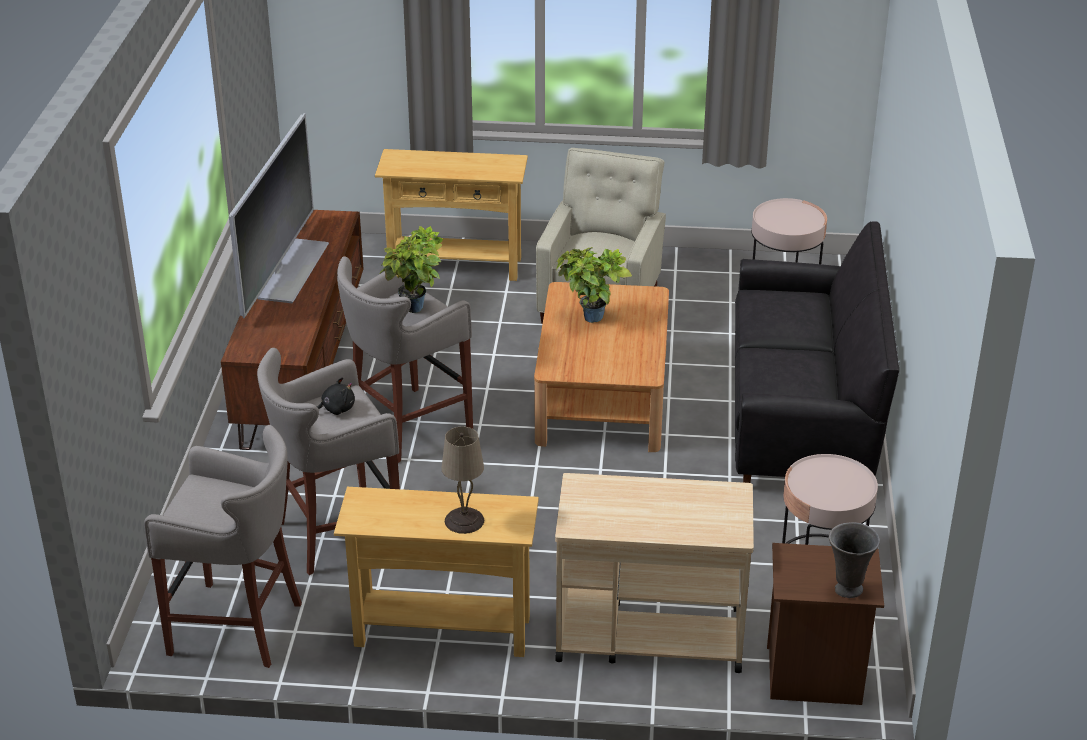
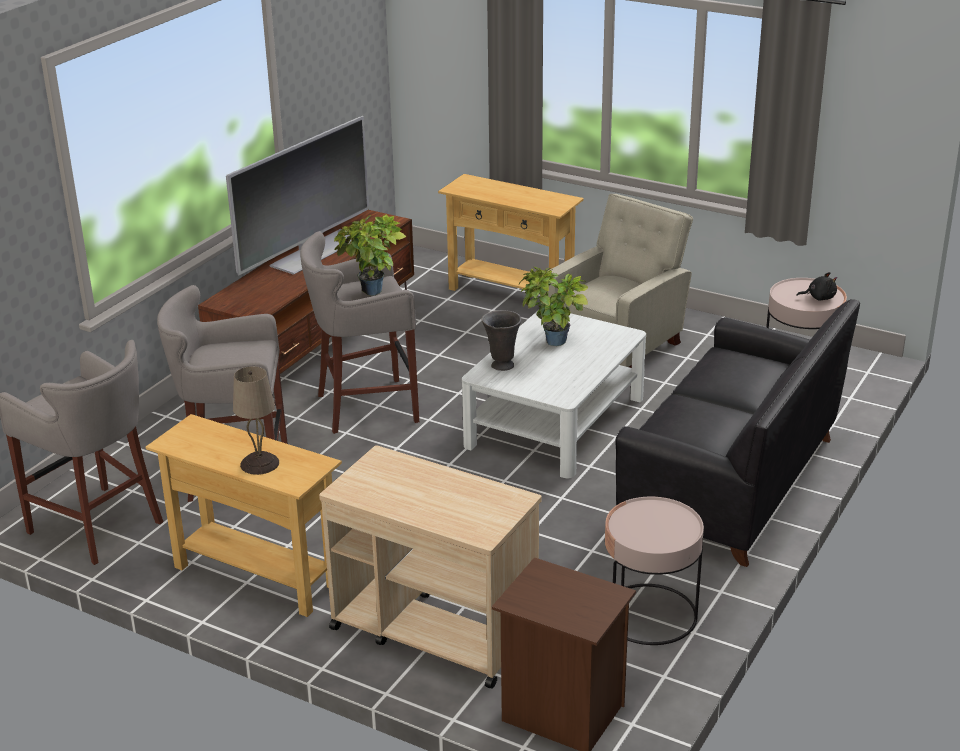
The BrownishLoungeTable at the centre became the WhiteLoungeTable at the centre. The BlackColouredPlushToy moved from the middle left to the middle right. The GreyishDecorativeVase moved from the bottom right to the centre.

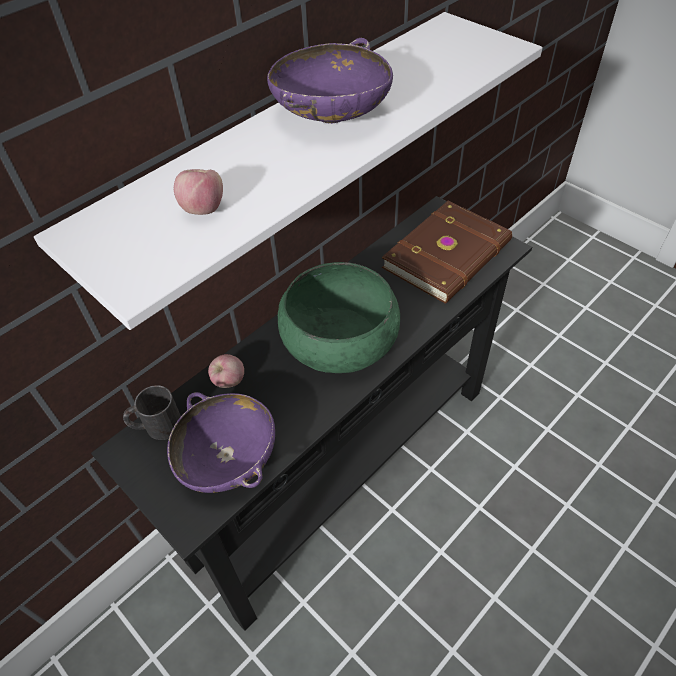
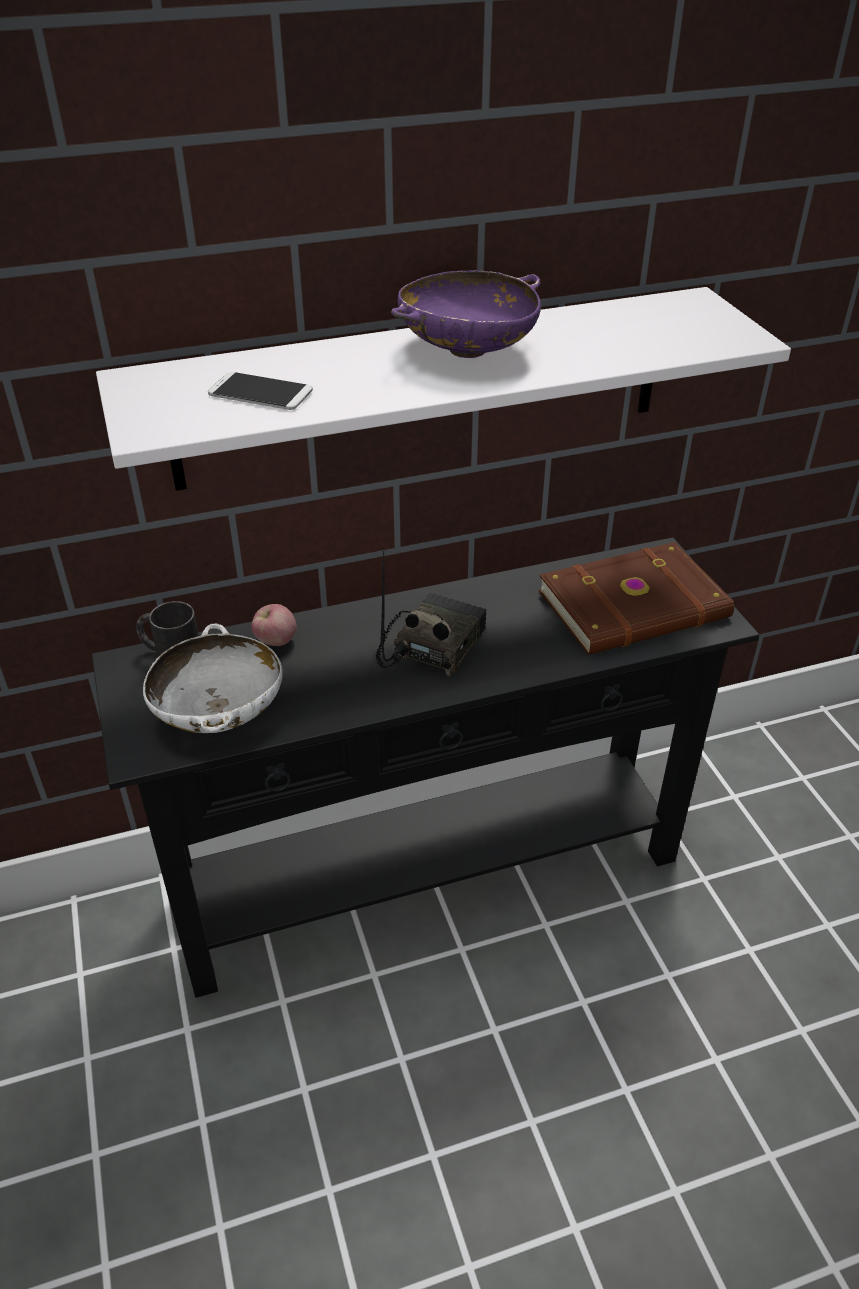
The Apple (no. 1 from left) at the top left was replaced by the Phone at the top left. The GreenServingBowl at the centre was replaced by the Radio at the centre. The PurpleColouredServingBowl (no. 1 from left) at the middle left became the WhiteServingBowl at the middle left.

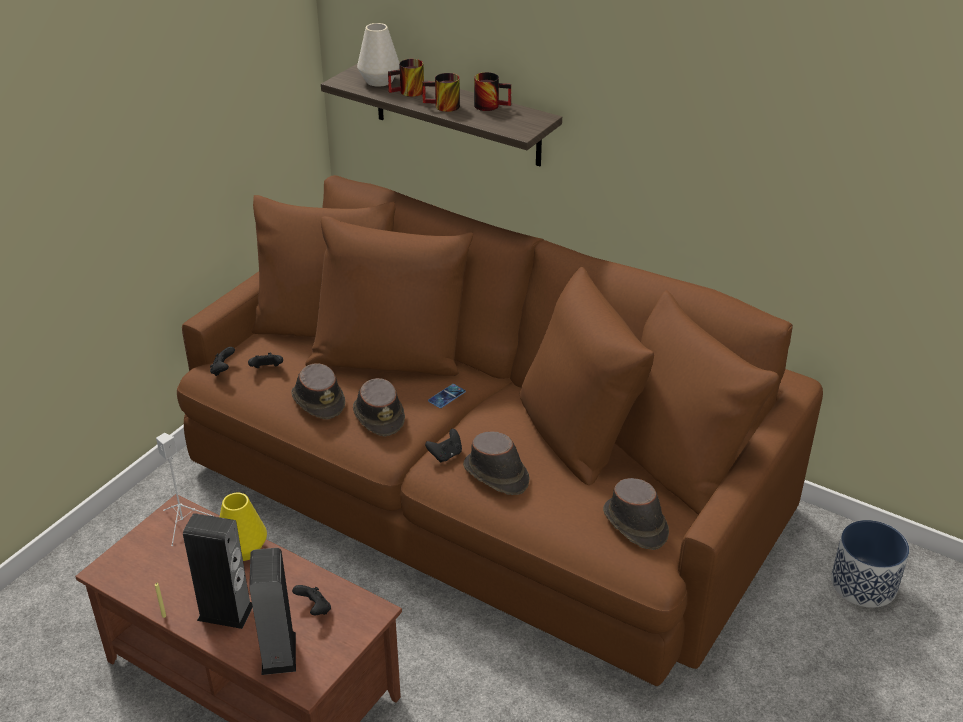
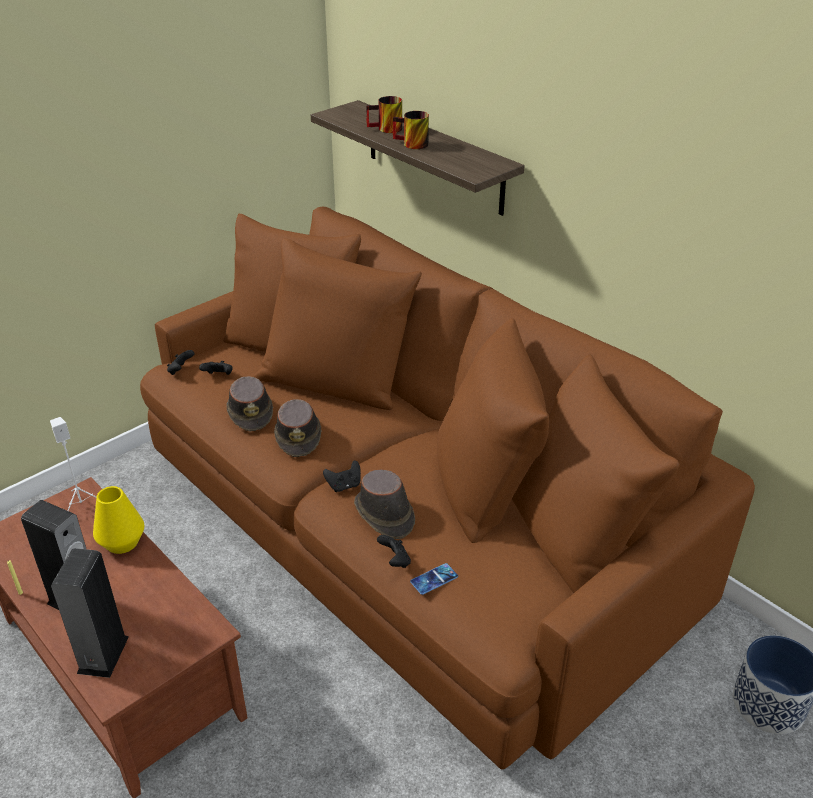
The WhiteDecorativeVase at the top centre disappeared. The Mug (no. 3 from left) at the top centre disappeared. The Phone moved from the centre to the bottom centre. The BrownishClothingHat (no. 4 from left) at the bottom centre disappeared. The BlackColouredGameController (no. 3 from left in the first image) moved from the bottom left to the bottom centre.

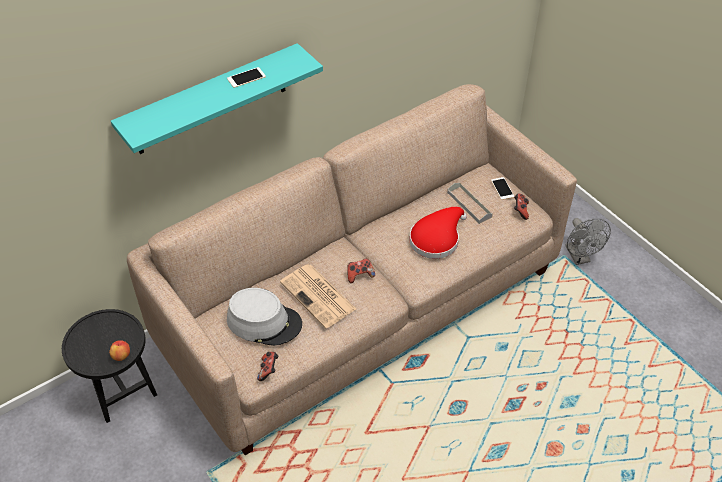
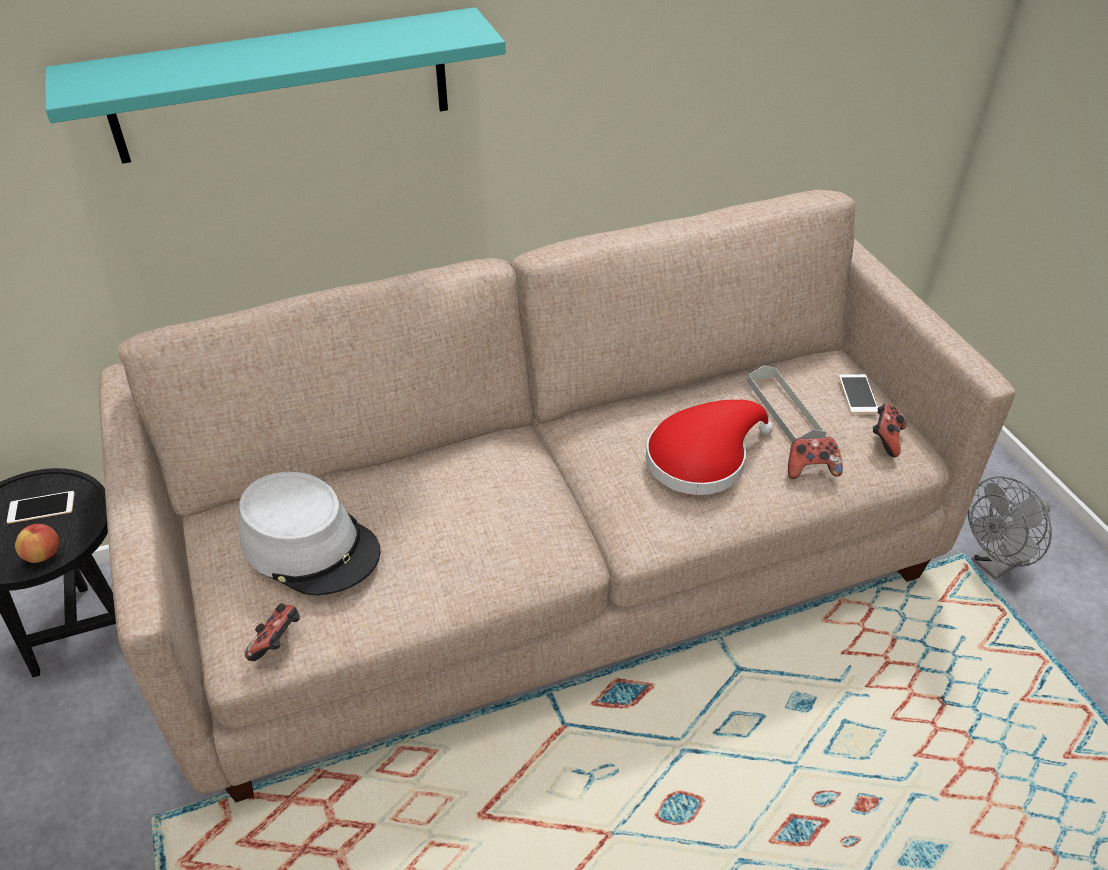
The Phone (no. 1 from left) moved from the top centre to the middle left. The GreyishFan at the middle right turned 60 degrees clockwise. The GameController (no. 2 from left) moved from the centre to the middle right. The Newspaper at the centre disappeared.

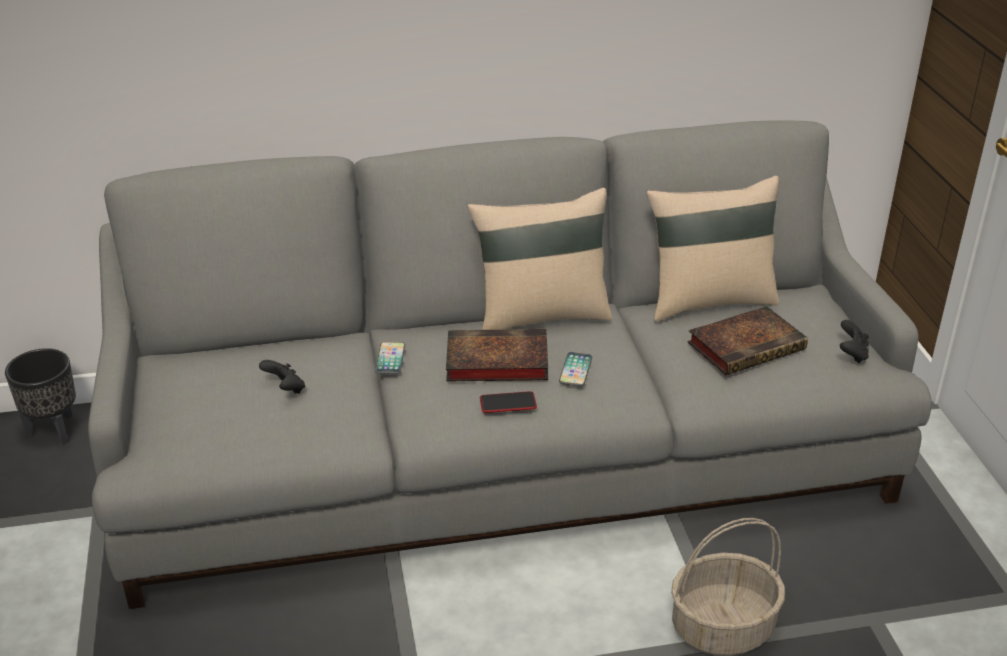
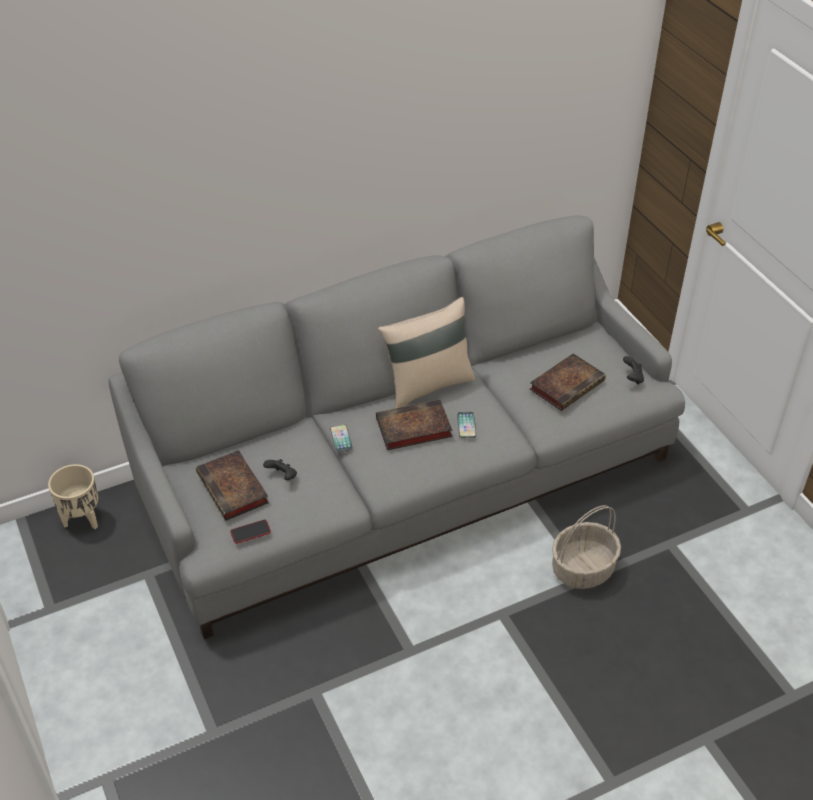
The BeigeCushion (no. 2 from left) at the middle right disappeared. The BlackColouredFlowerPot at the middle left became the BeigeFlowerPot at the middle left. The Phone (no. 2 from left in the first image) moved from the centre to the middle left. The Book (no. 1 from left) at the middle left appeared.

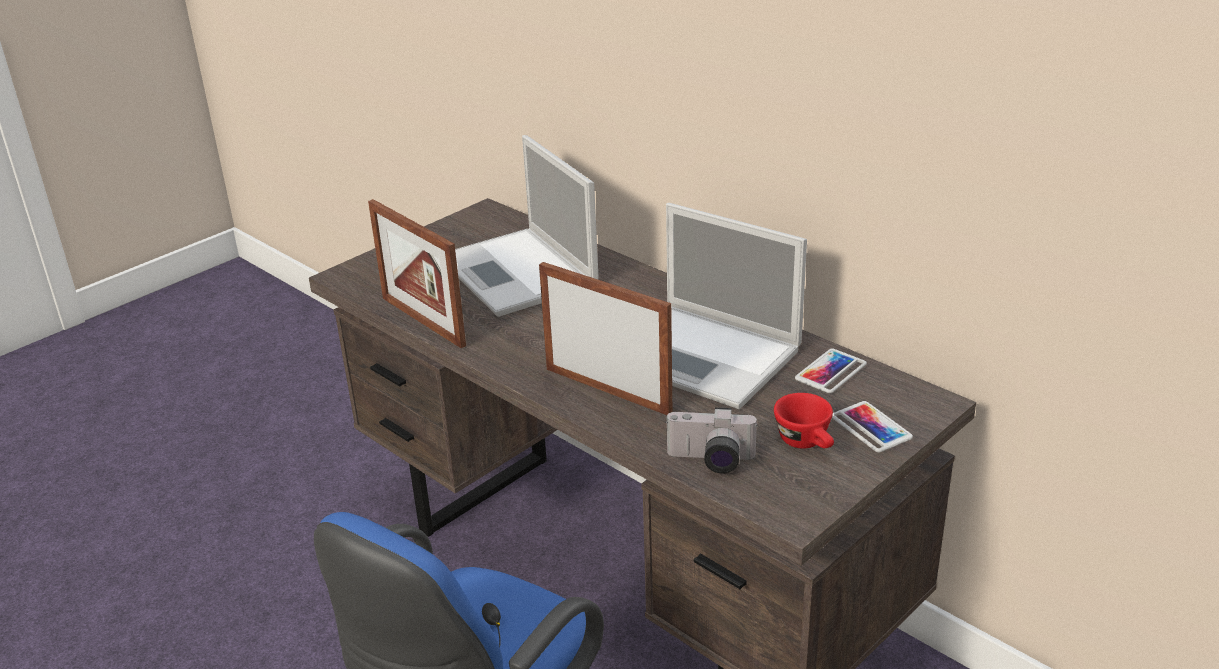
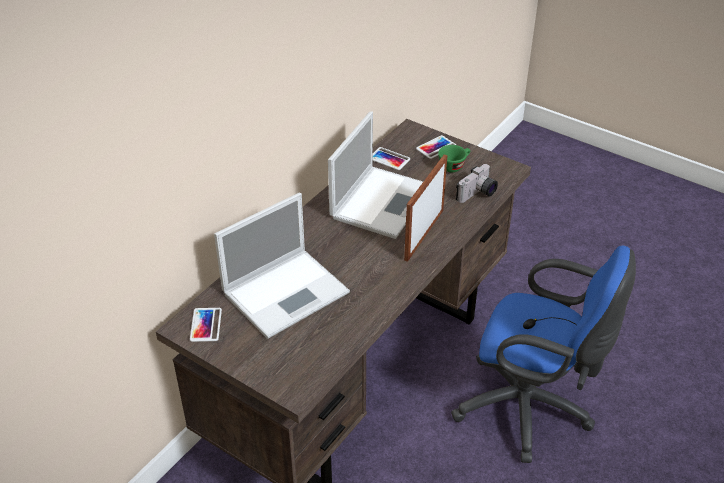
The PhotoFrame (no. 1 from left) at the centre disappeared. The RedColouredDrinkingCup at the centre became the GreenDrinkingCup at the top centre. The StillCamera at the centre turned 45 degrees clockwise. The Phone (no. 1 from left) at the bottom left appeared.

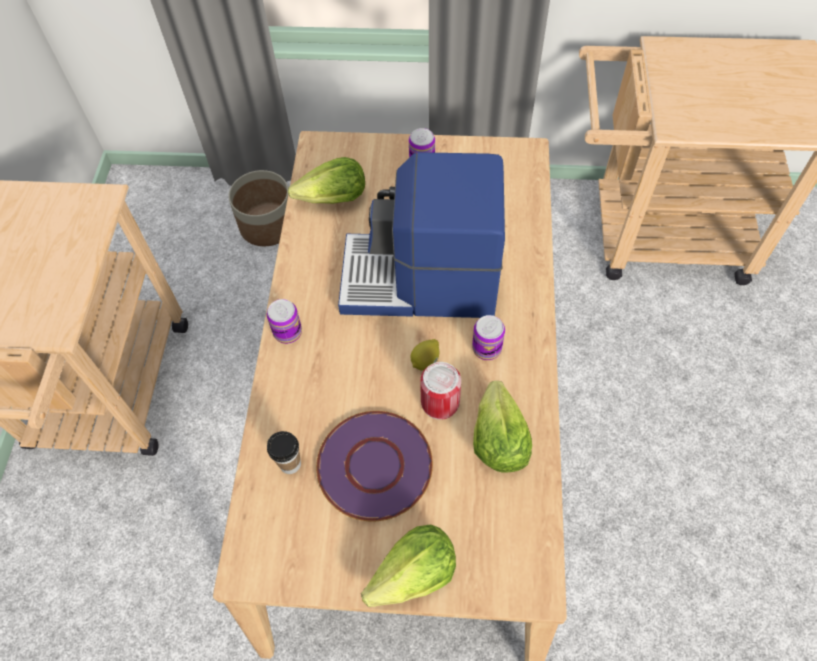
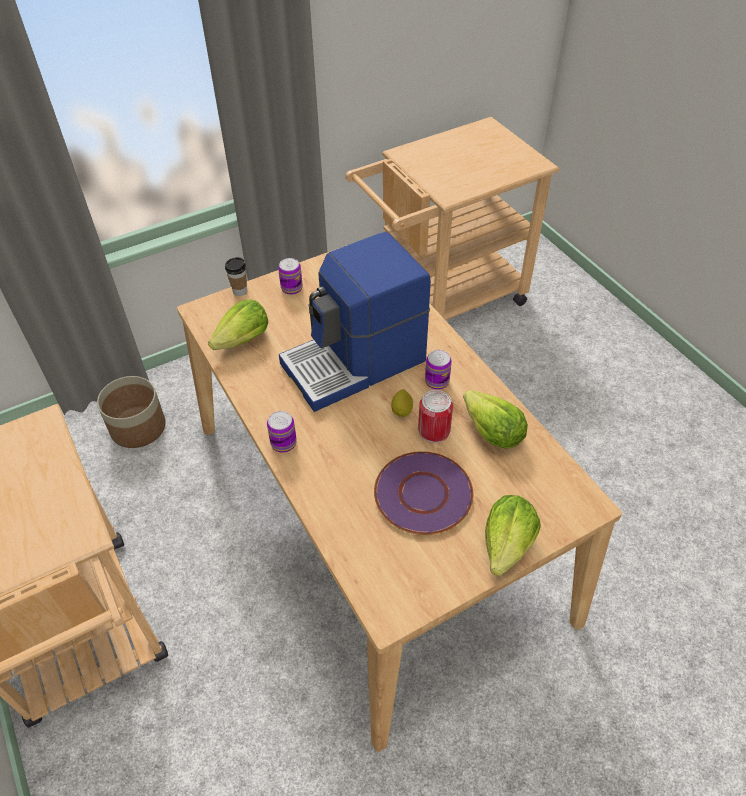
The DrinkingCup moved from the bottom centre to the middle left.

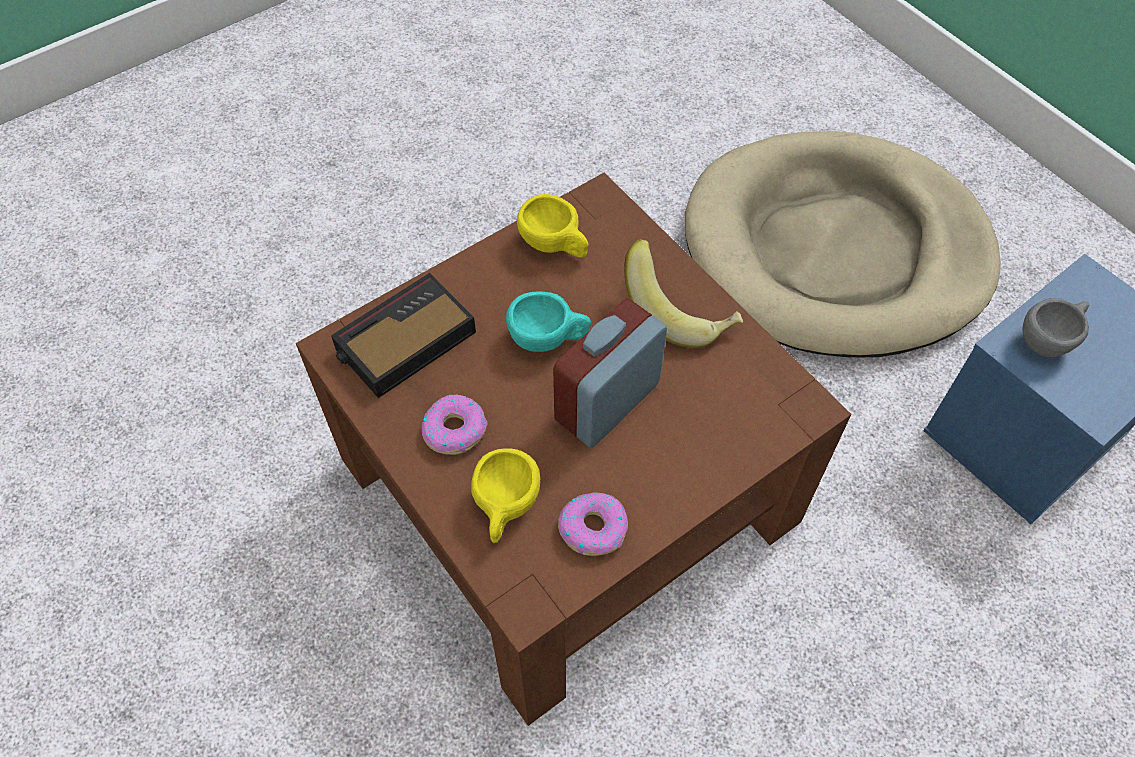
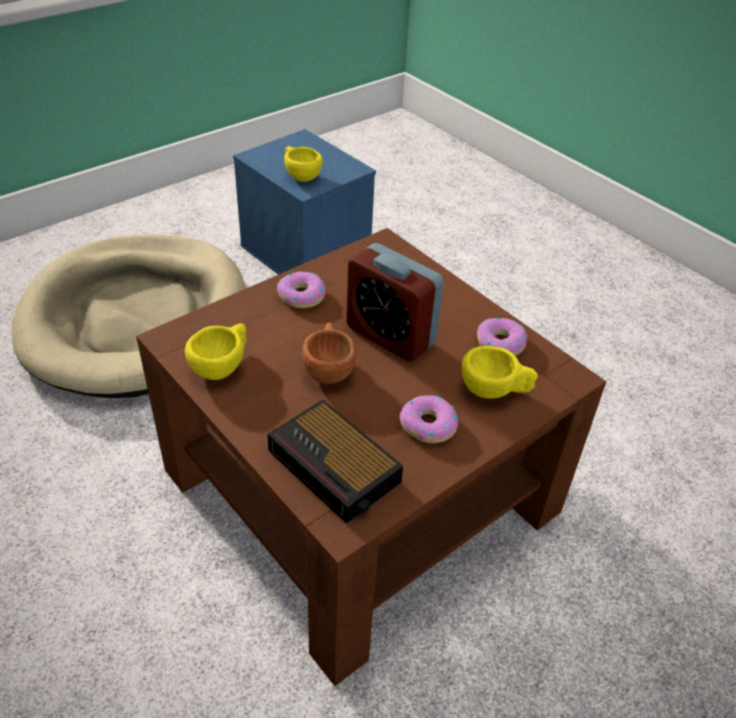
The WholeBanana at the centre was replaced by the RingDoughnut (no. 1 from left) at the centre. The TurquoiseColouredDrinkingCup at the centre became the BrownishDrinkingCup at the centre. The GreyishDrinkingCup at the middle right became the YellowDrinkingCup (no. 2 from left) at the top centre.

